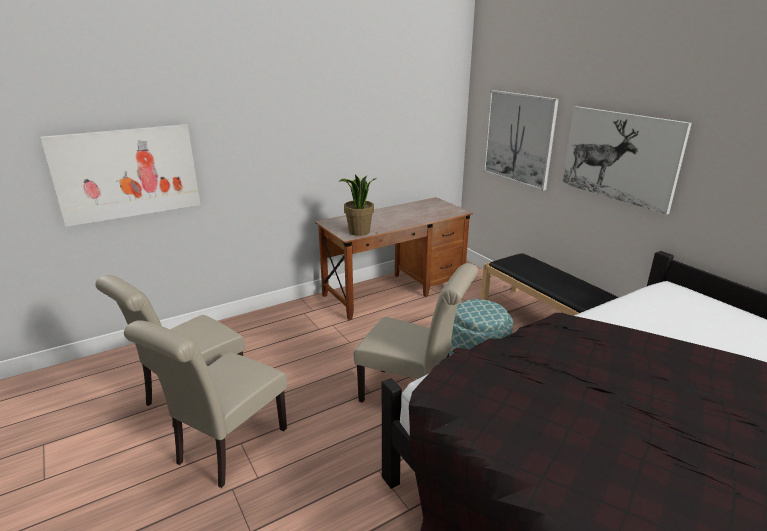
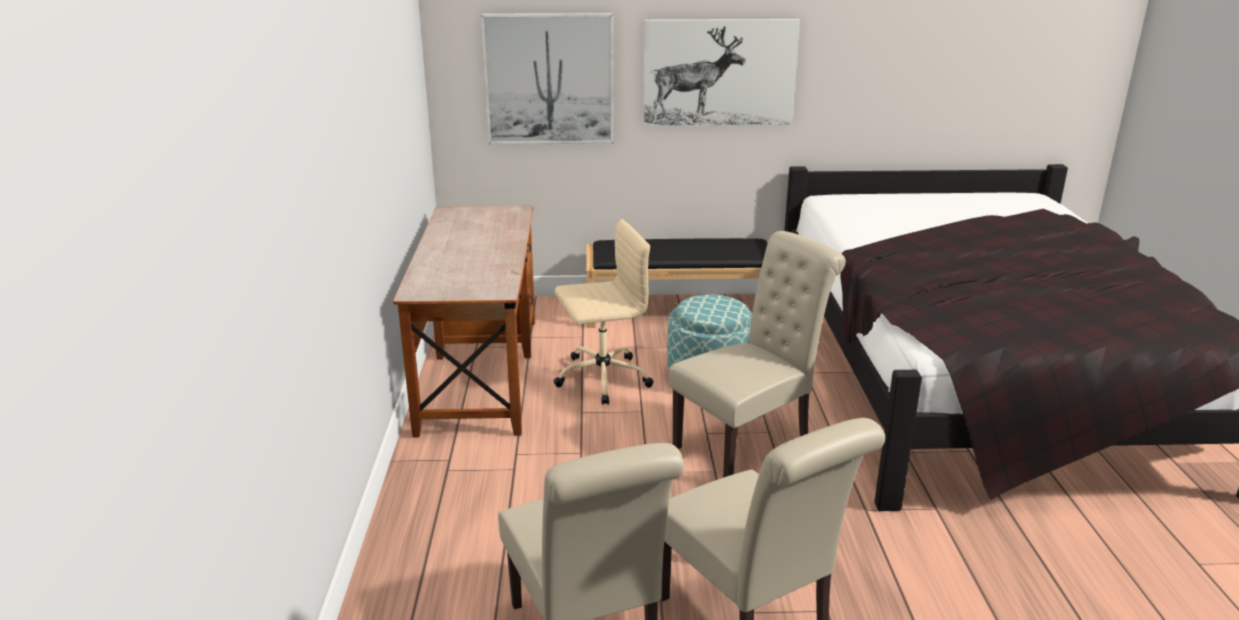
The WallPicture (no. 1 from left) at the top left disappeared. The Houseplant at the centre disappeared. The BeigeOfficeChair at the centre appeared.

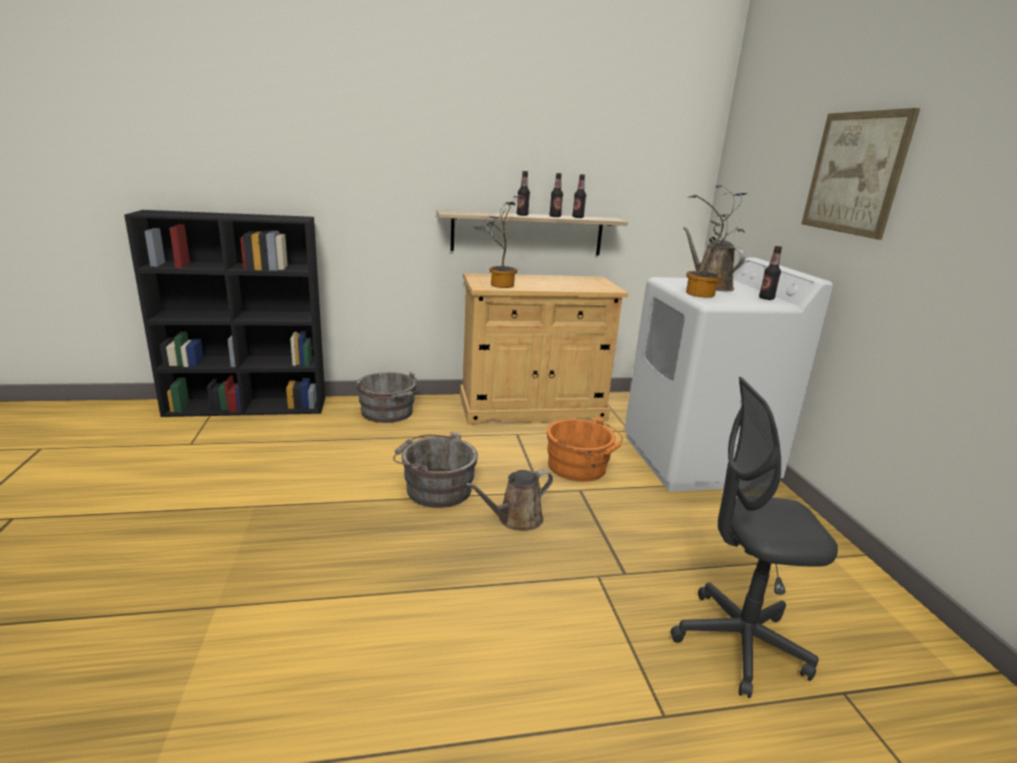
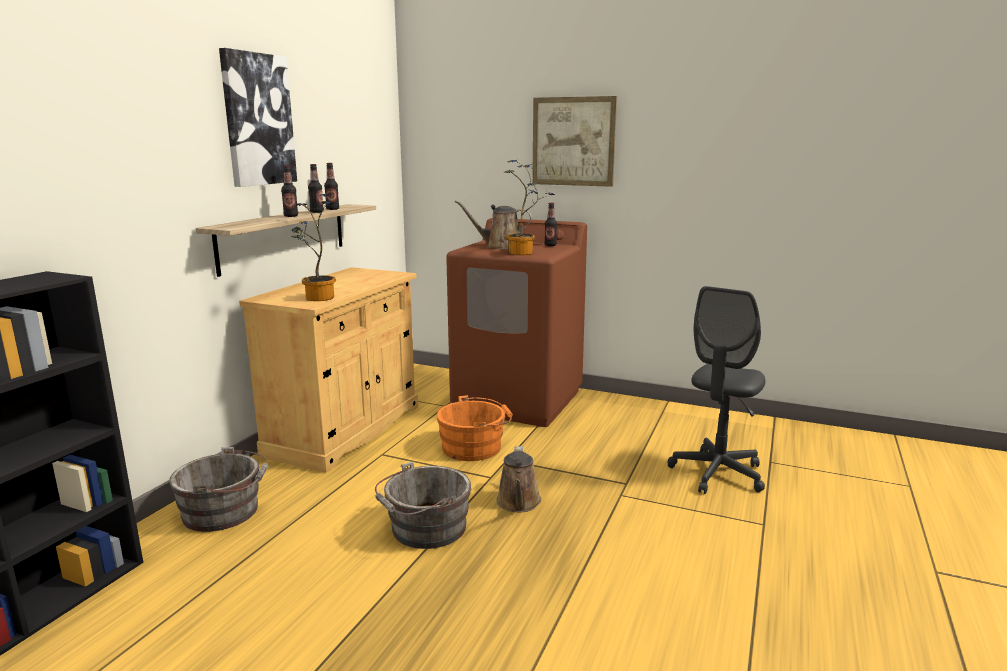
The WhiteLaundryMachine at the middle right became the BrownishLaundryMachine at the centre. The WallPicture (no. 1 from left) at the top left appeared.

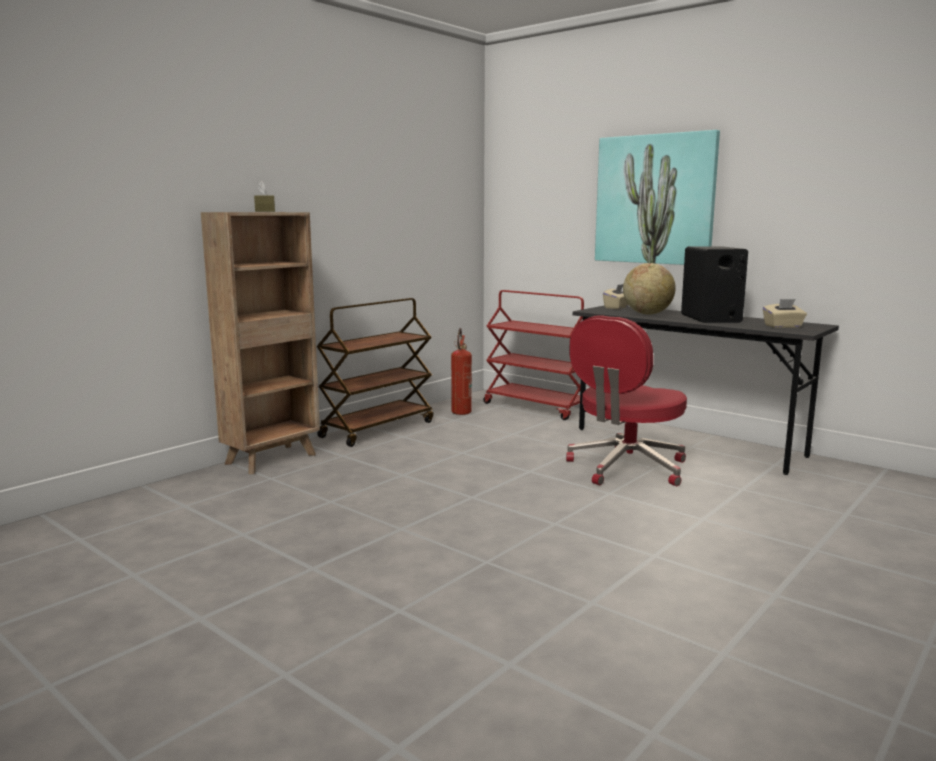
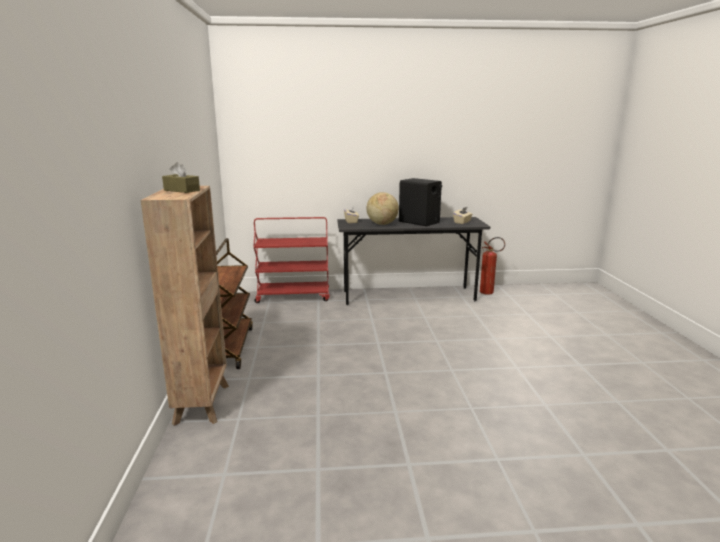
The WallPicture at the top right disappeared. The RedColouredOfficeChair at the middle right disappeared. The FireExtinguisher moved from the centre to the middle right.

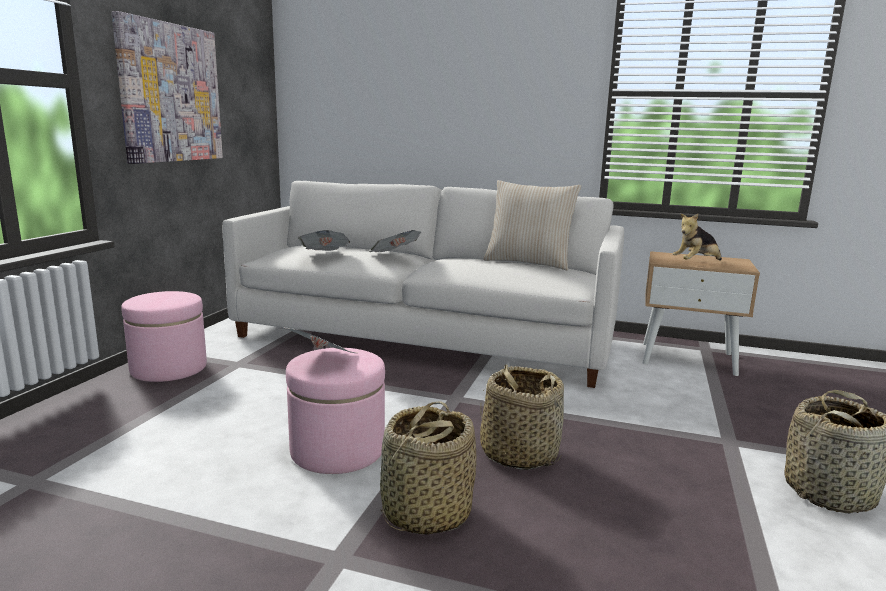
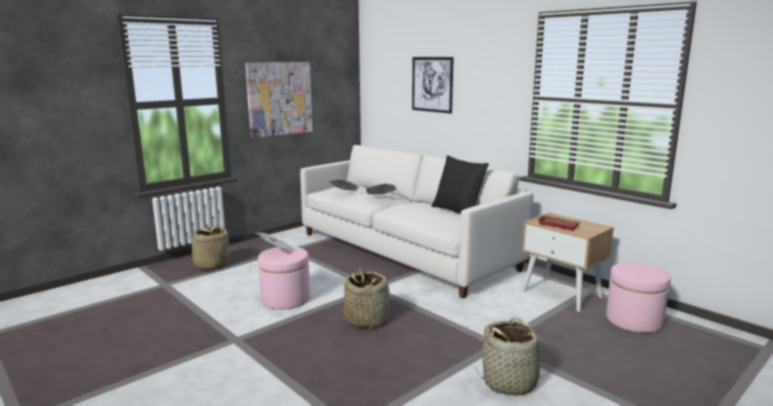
The BeigeCushion at the centre became the BlackColouredCushion at the centre. The PlushToy at the middle right was replaced by the RedColouredCarryingTray at the middle right. The PinkColouredPouffe (no. 1 from left in the first image) moved from the middle left to the bottom right. The Basket (no. 1 from left) moved from the bottom centre to the middle left. The WallPicture (no. 2 from left) at the top centre appeared.

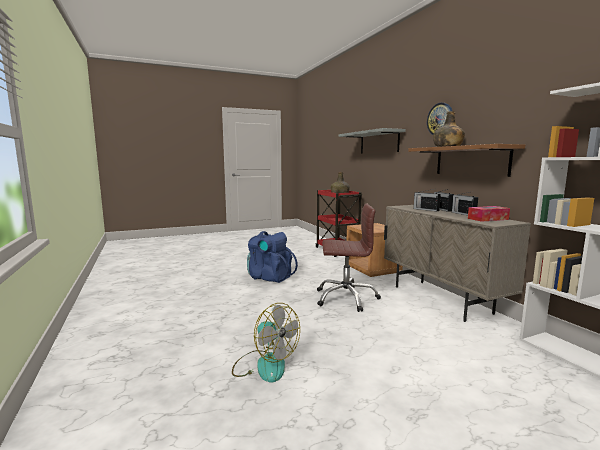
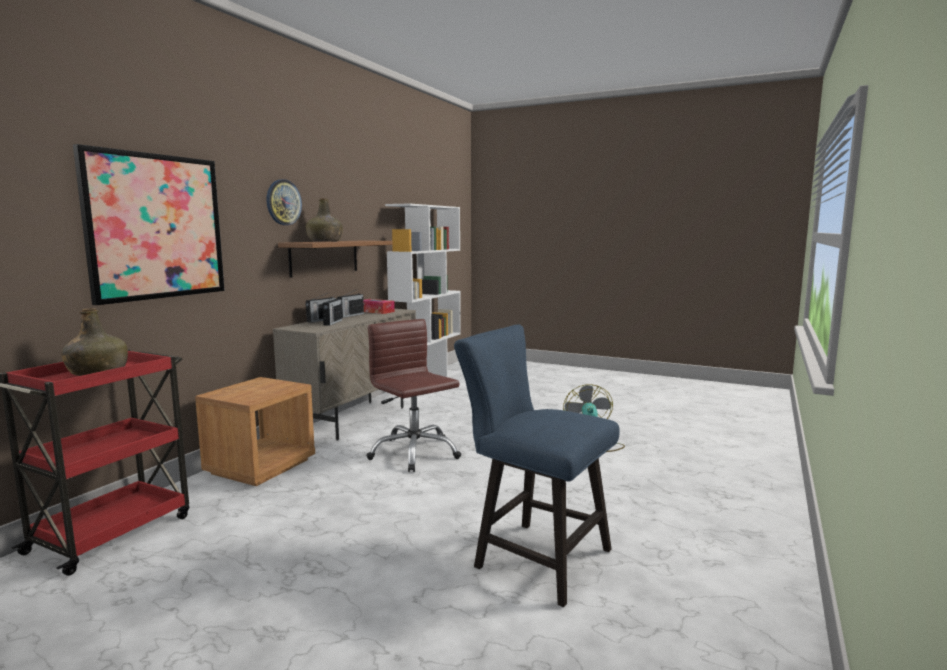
The GreyishWallShelf at the top centre was replaced by the WallPicture at the middle left. The BluishBackpack at the centre disappeared. The BluishChair at the bottom centre appeared.

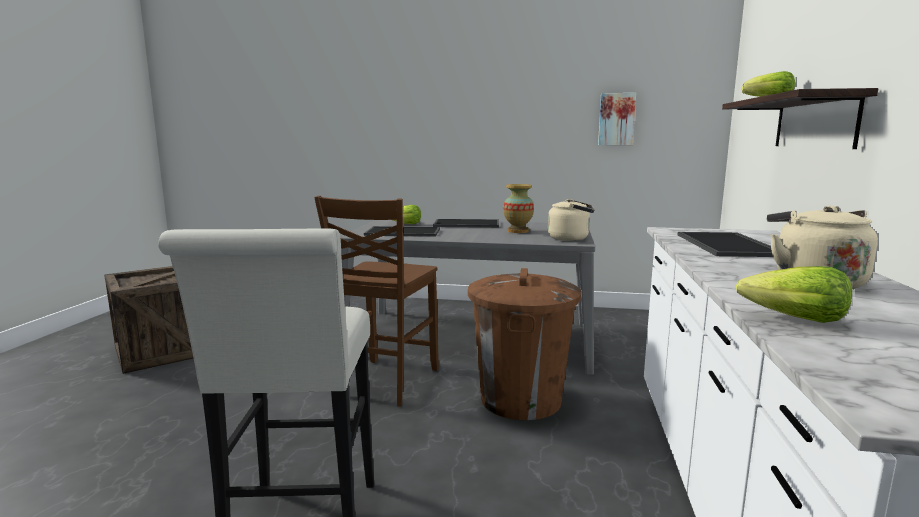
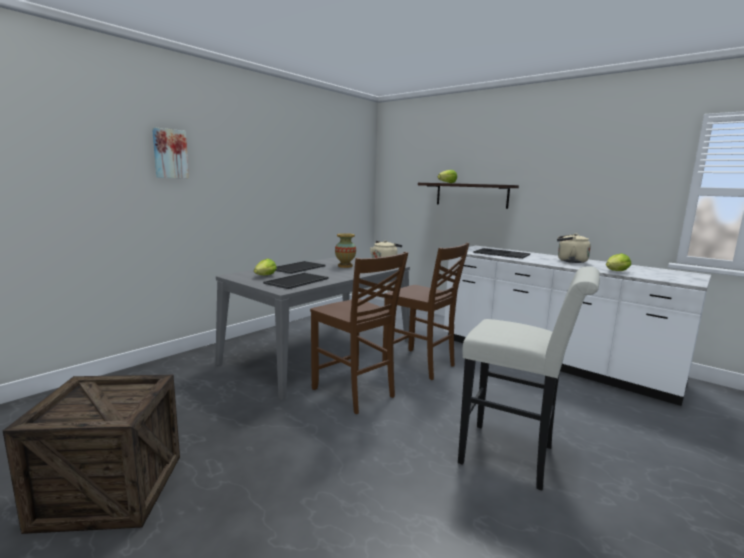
The WallPicture moved from the top right to the top left. The BrownishRubbishBin at the centre was replaced by the BrownishChair (no. 2 from left) at the centre.

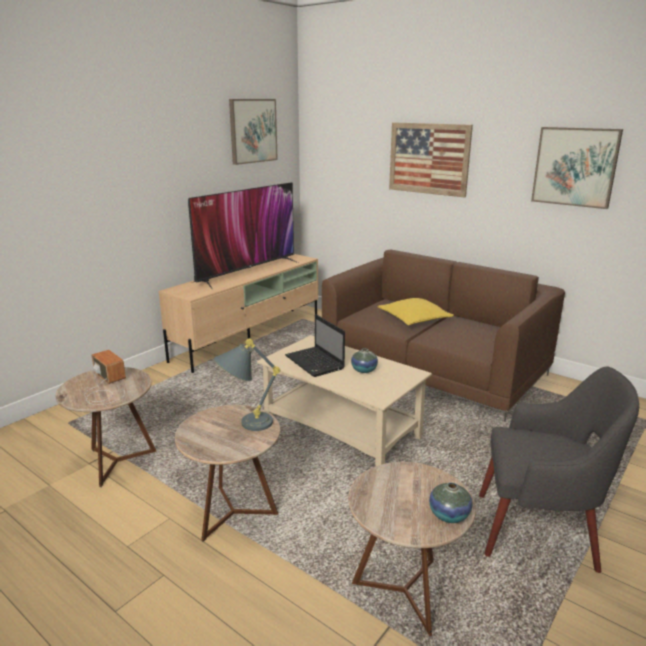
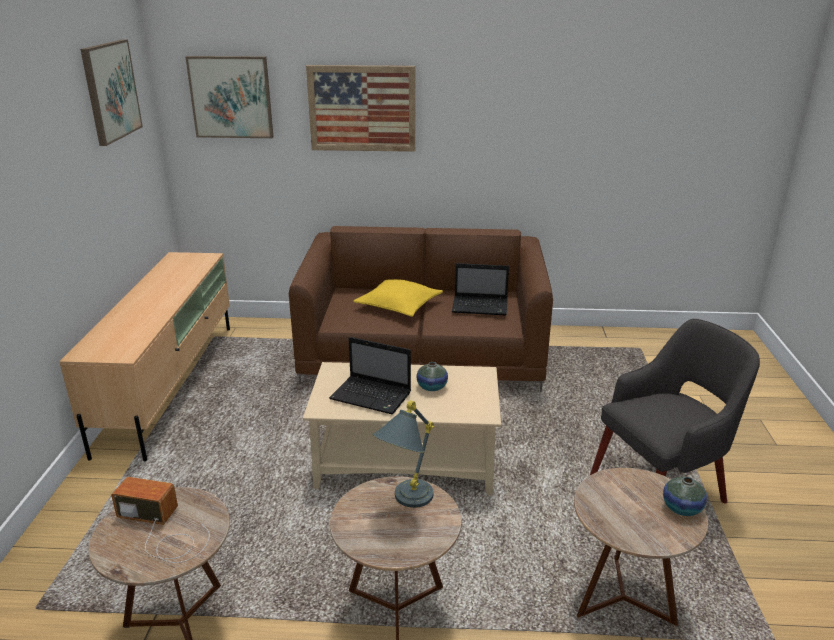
The WallPicture (no. 3 from left in the first image) moved from the top right to the top left. The Television at the centre disappeared. The NotebookComputer (no. 2 from left) at the centre appeared.

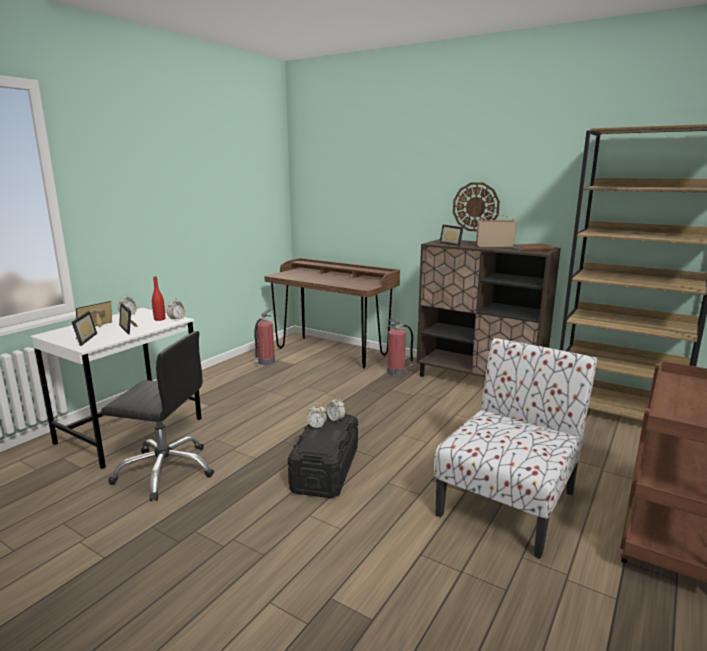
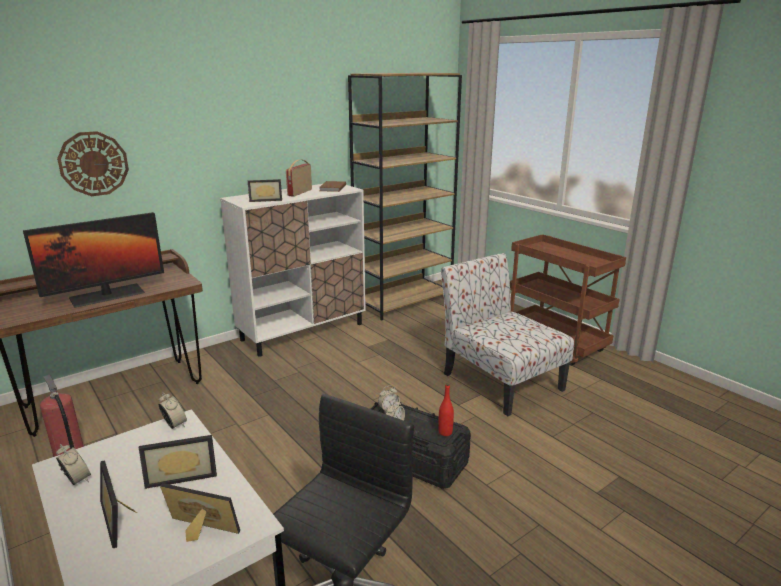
The HangingClock moved from the top right to the top left. The BrownishCabinet at the middle right became the WhiteCabinet at the centre. The RedColouredDrinkBottle moved from the middle left to the bottom centre. The FireExtinguisher (no. 2 from left) at the centre disappeared. The ComputerScreen at the middle left appeared.

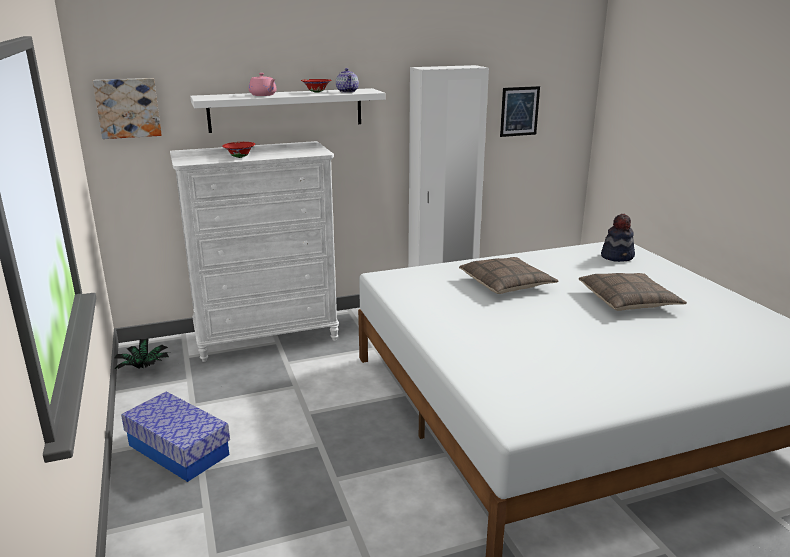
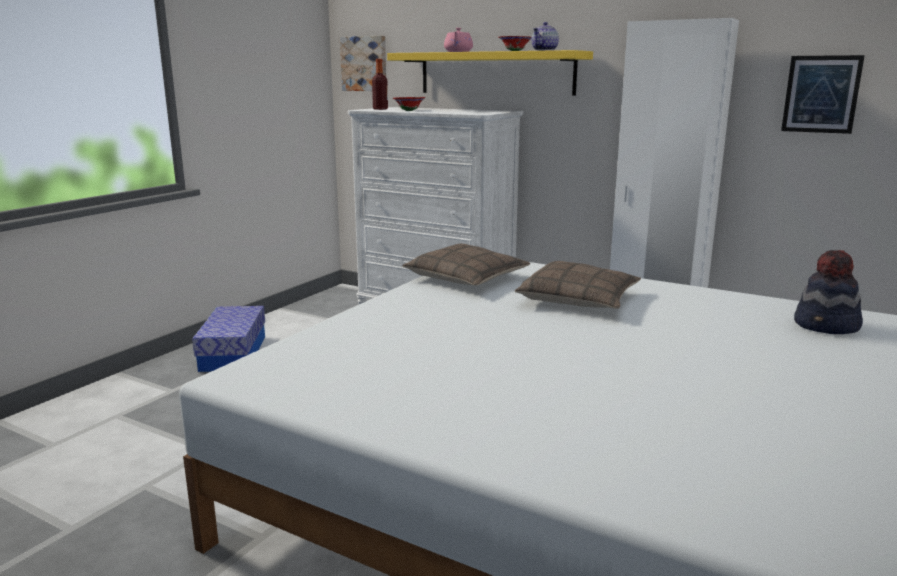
The WhiteWallShelf at the top centre became the YellowWallShelf at the top centre. The Cushion (no. 2 from left in the first image) moved from the middle right to the centre. The Houseplant at the middle left disappeared. The DrinkBottle at the top centre appeared.

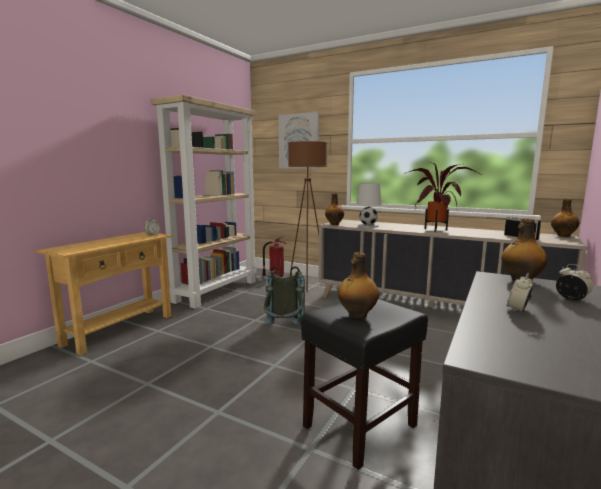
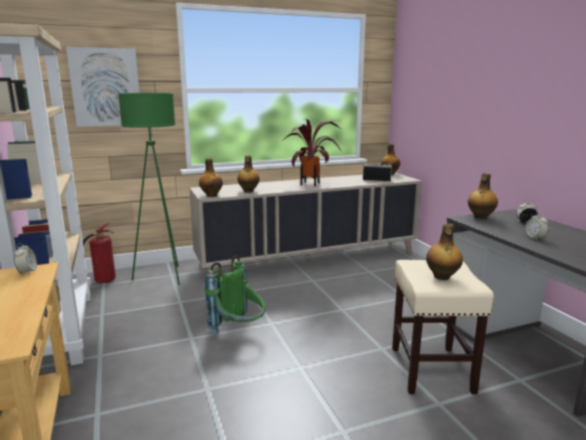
The BrownishFloorLamp at the centre became the GreenFloorLamp at the middle left. The WhiteLampForATable at the centre was replaced by the DrinkBottle (no. 2 from left) at the centre. The GreyishBackpack at the centre became the GreenBackpack at the bottom centre. The BlackColouredSittingStool at the bottom centre became the BeigeSittingStool at the bottom right.

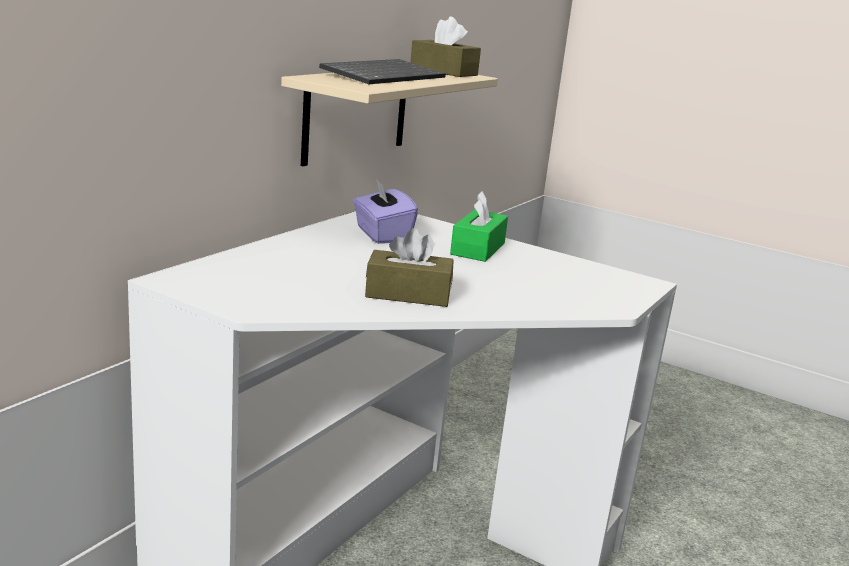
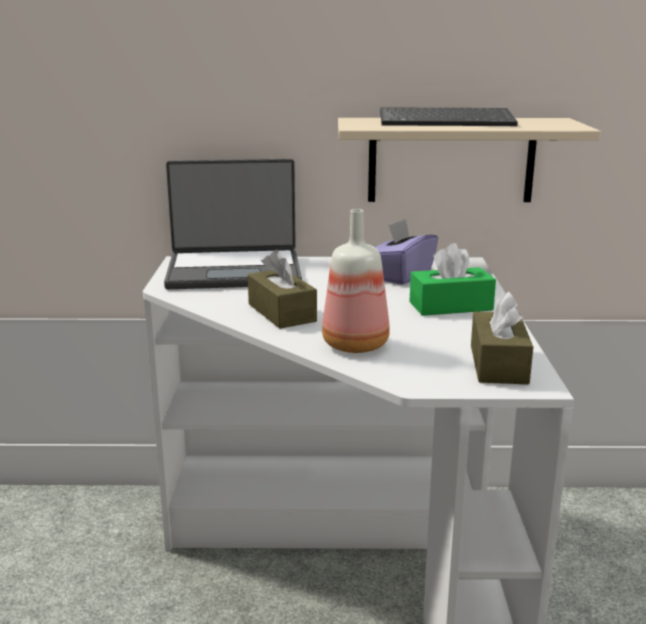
The BrownishTissueBox (no. 2 from left) moved from the top centre to the middle right. The NotebookComputer at the centre appeared. The DrinkBottle at the centre appeared.

